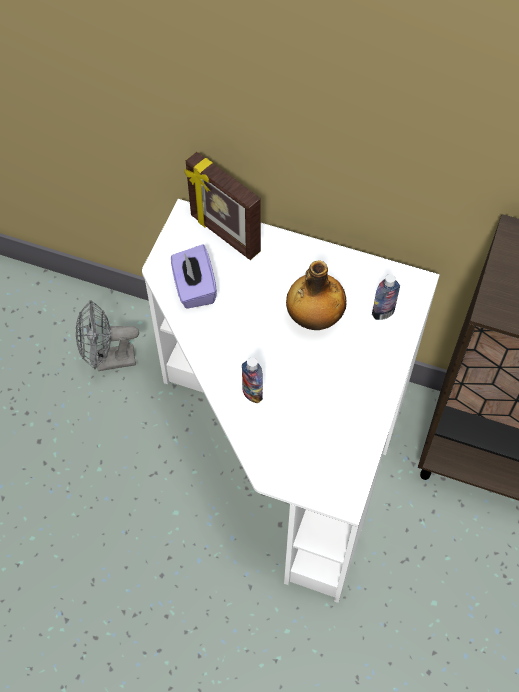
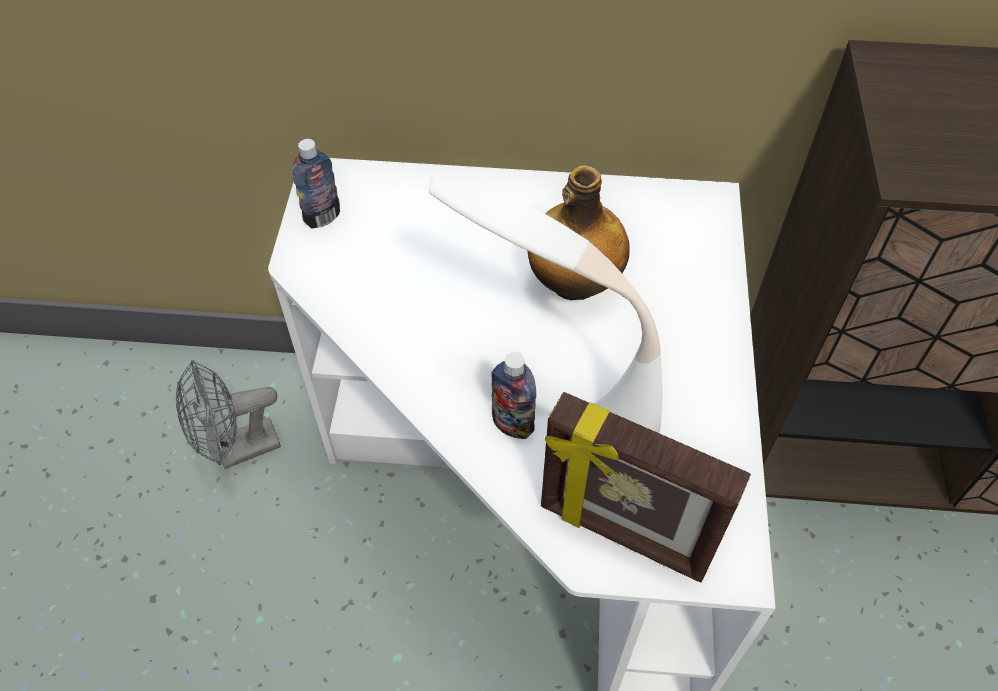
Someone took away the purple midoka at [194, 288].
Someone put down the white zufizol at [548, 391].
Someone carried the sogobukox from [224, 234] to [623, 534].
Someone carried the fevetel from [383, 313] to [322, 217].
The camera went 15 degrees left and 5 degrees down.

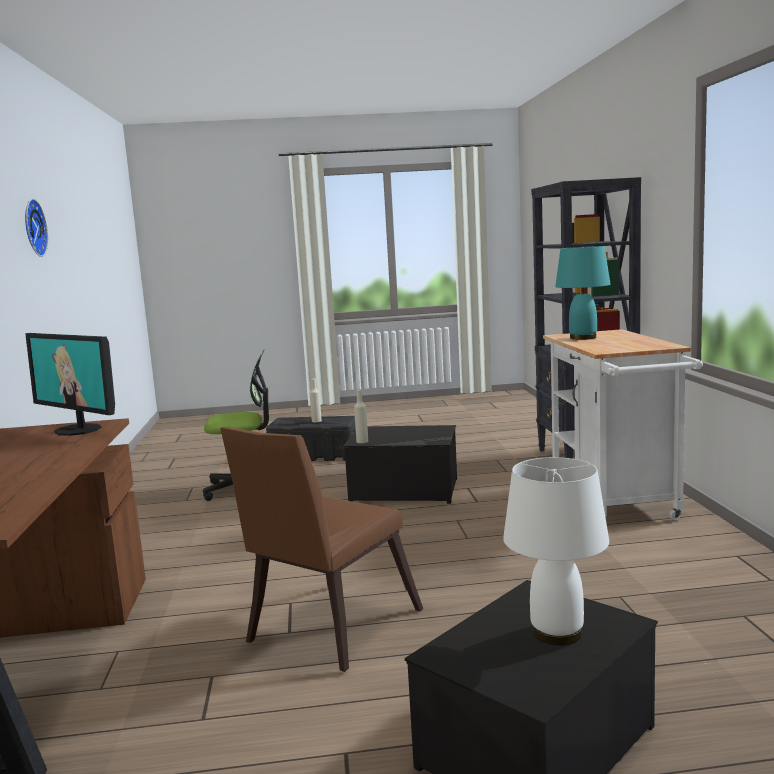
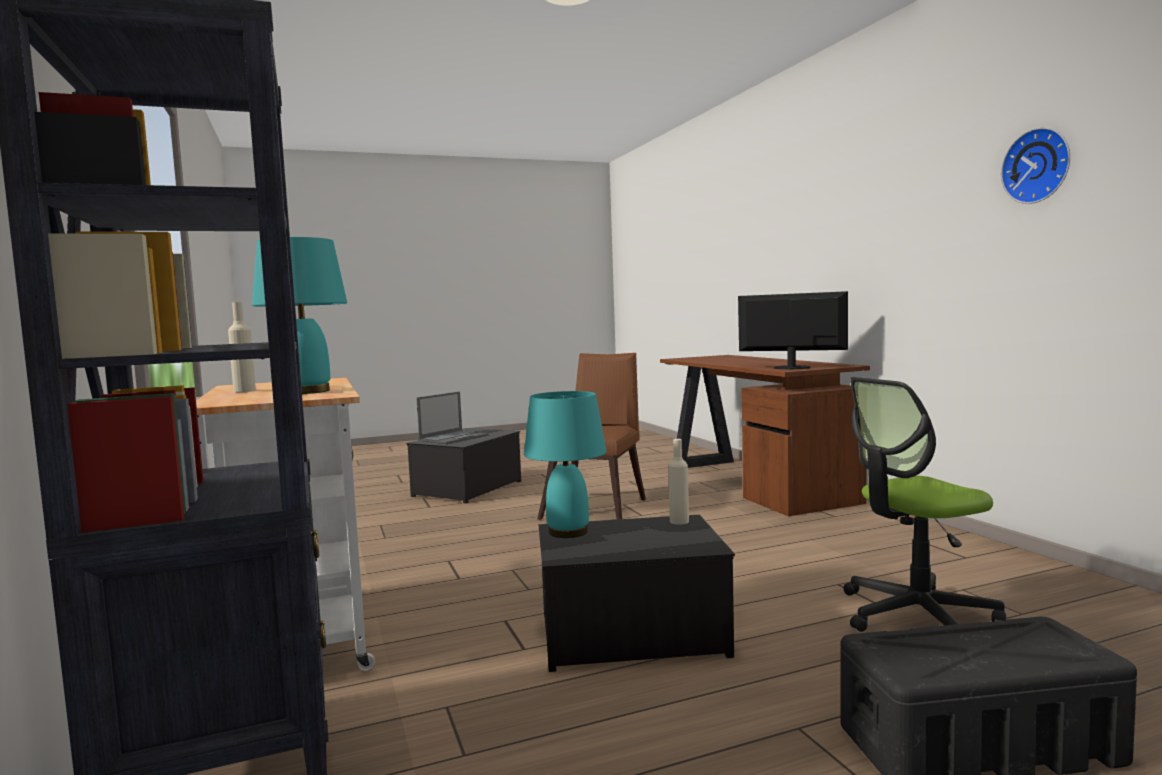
Someone put down the turquoise zufizol at [567, 532].
Someone carried the beige fevetel from [316, 421] to [244, 391].
Someone swapped the white zufizol at [557, 633] for the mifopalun at [454, 437].
The camera went 165 degrees right and 5 degrees down.

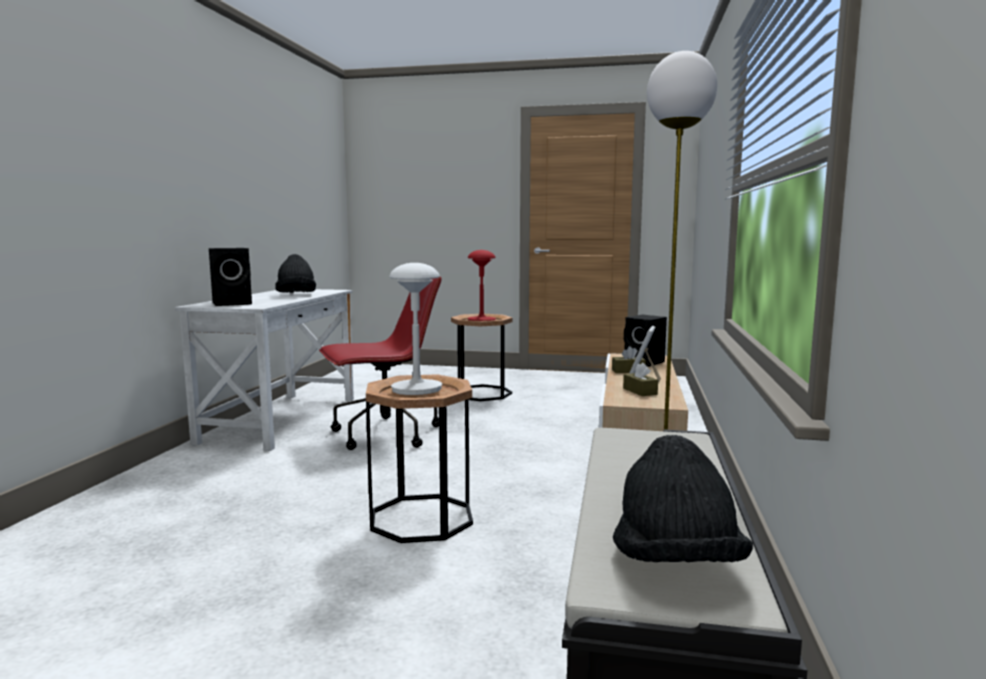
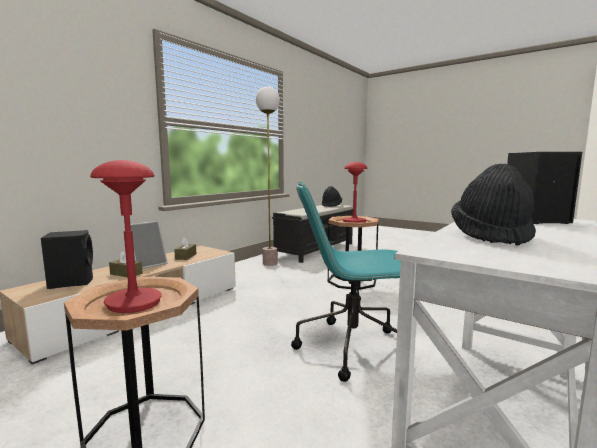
Someone repainted the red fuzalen at [384, 434], which became the turquoise fuzalen at [354, 347].
Someone repainted the white zufizol at [417, 389], which became the red zufizol at [354, 221].
The camera went 155 degrees left and 0 degrees up.

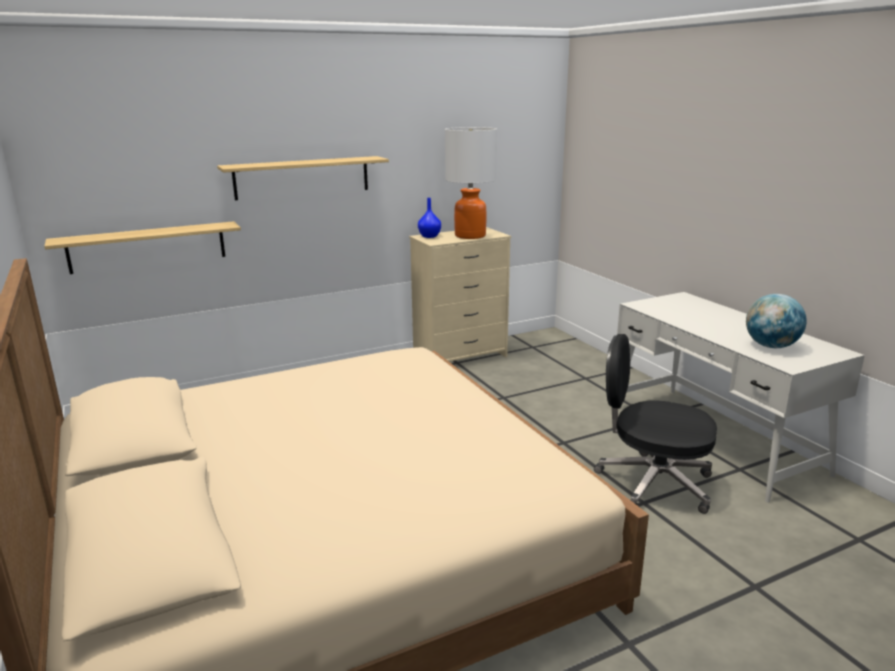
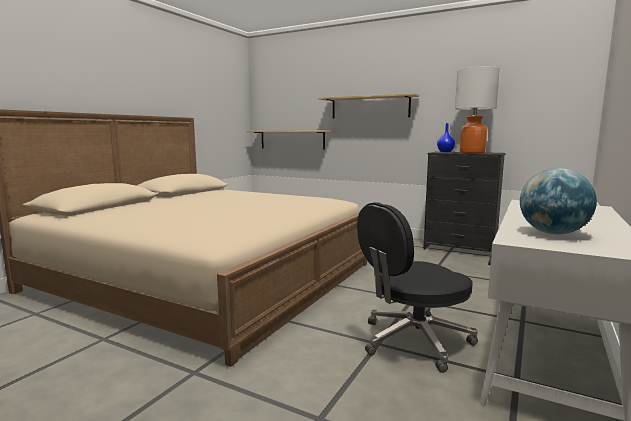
Someone repainted the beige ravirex at [460, 356], which became the black ravirex at [459, 249].
Someone rotated the black fuzalen at [652, 483] by 105 degrees counterclockwise.
The camera went 55 degrees right and 10 degrees down.

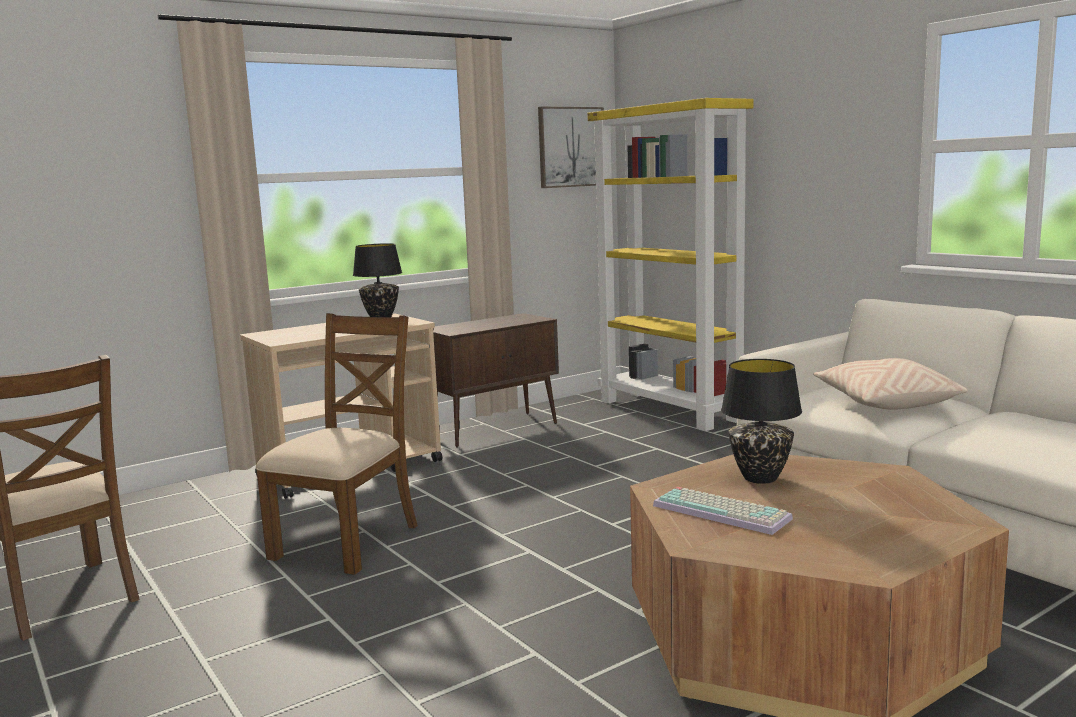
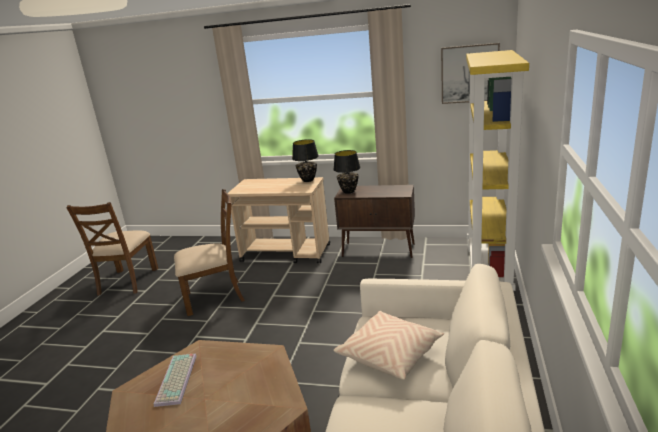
Someone carried the black zufizol from [761, 478] to [349, 191].
The camera went 50 degrees right and 10 degrees up.

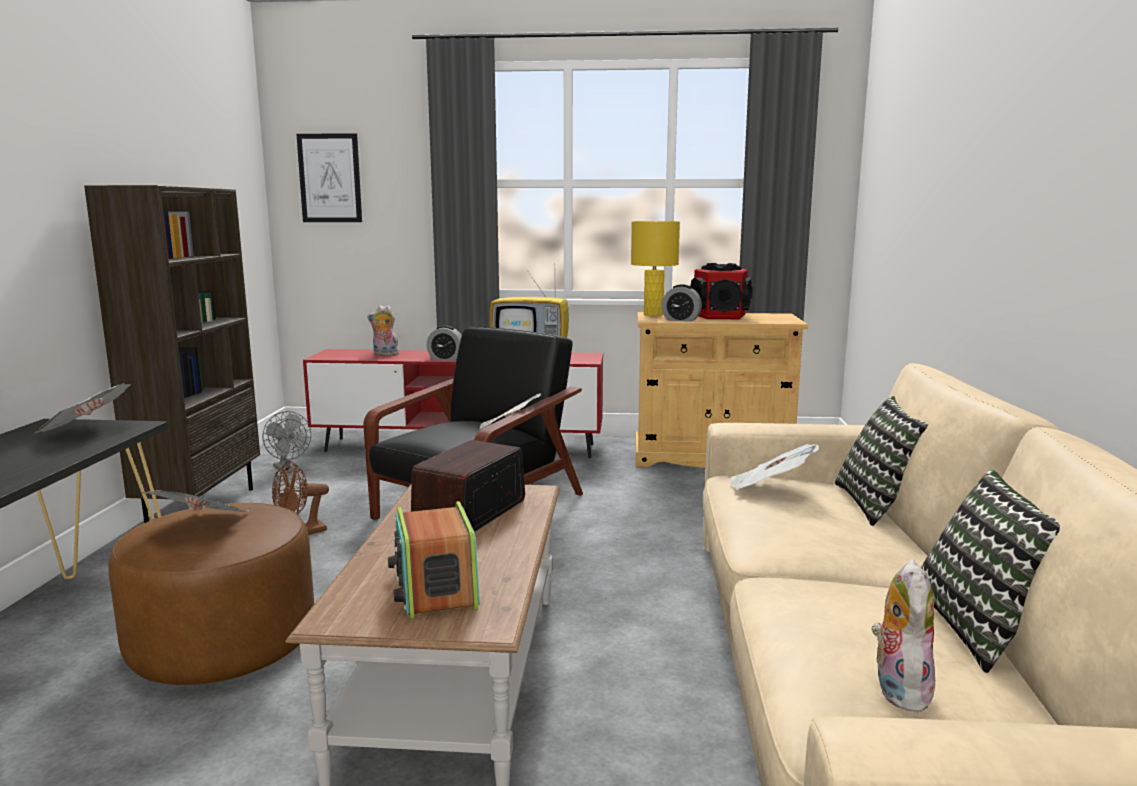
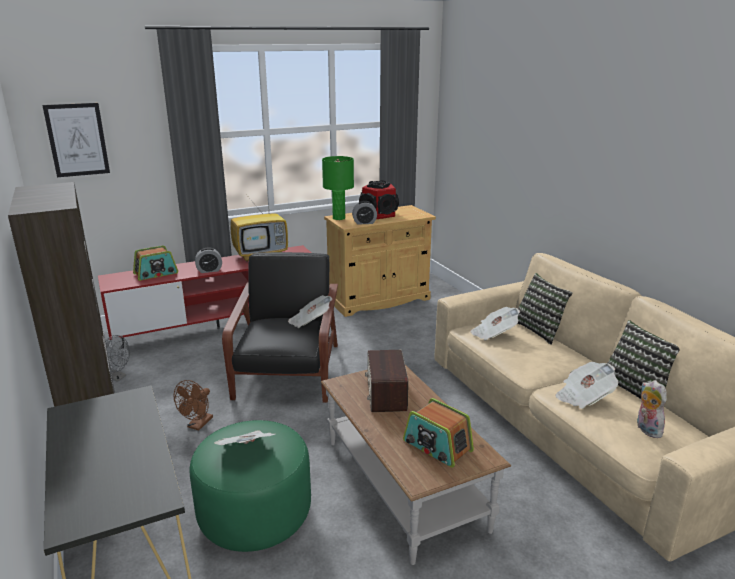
Someone carried the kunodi from [86, 431] to [583, 397].
Someone swapped the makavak at [384, 354] for the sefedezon at [156, 273].
Someone repainted the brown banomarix at [223, 645], which became the green banomarix at [255, 514].
Someone repainted the yellow zufizol at [653, 314], which became the green zufizol at [338, 218].
The camera went 30 degrees left and 10 degrees up.

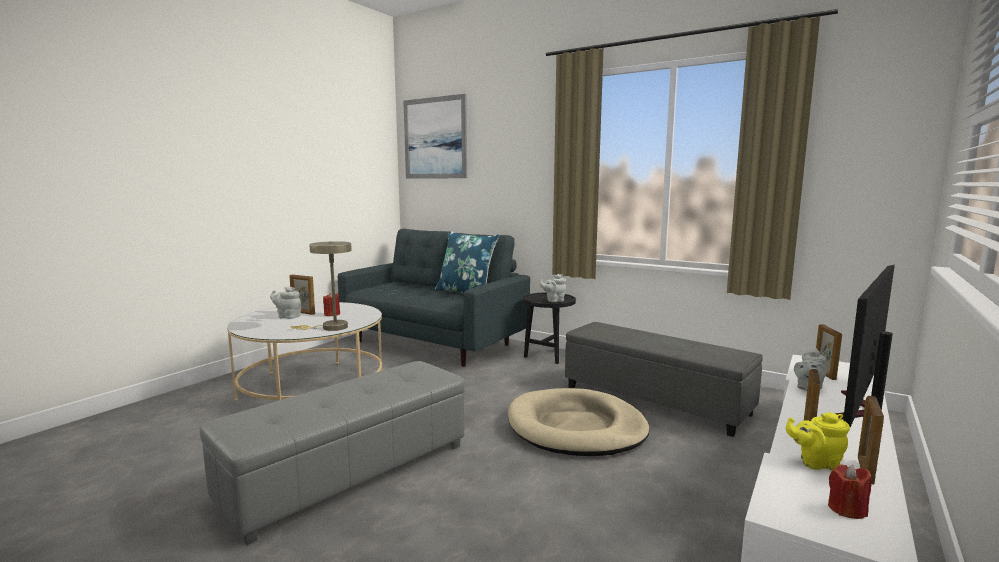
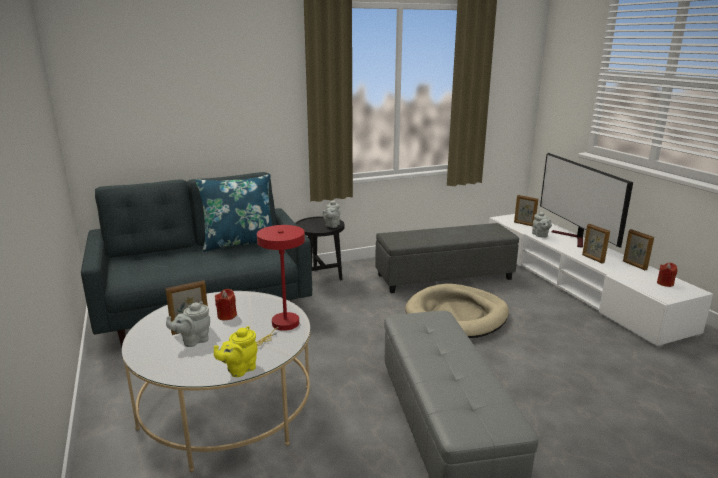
Someone took away the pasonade at [435, 138].
Someone carried the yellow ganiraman from [816, 463] to [239, 370].
Someone repainted the beige zufizol at [330, 327], which became the red zufizol at [282, 326].
The camera went 55 degrees left and 10 degrees up.

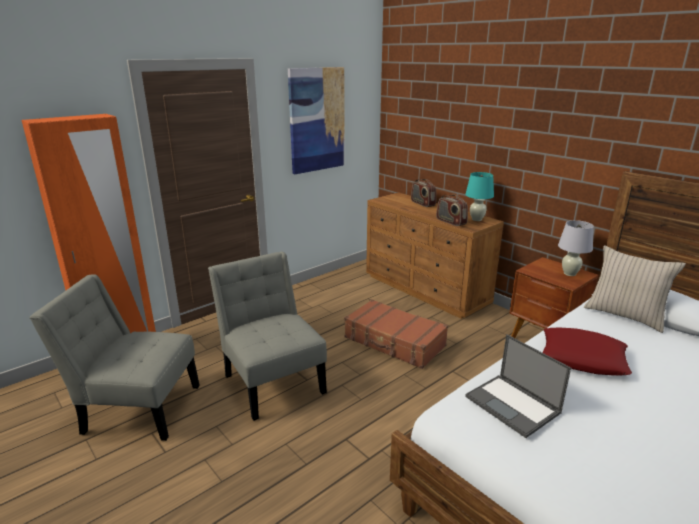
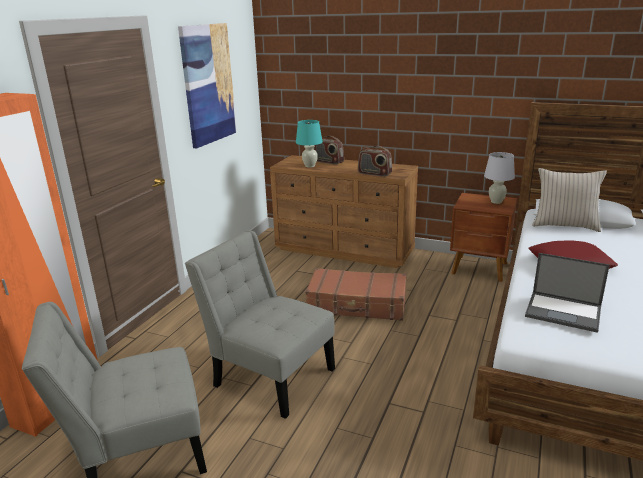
Someone carried the turquoise zufizol from [477, 219] to [310, 166].
The camera went 25 degrees left and 0 degrees up.

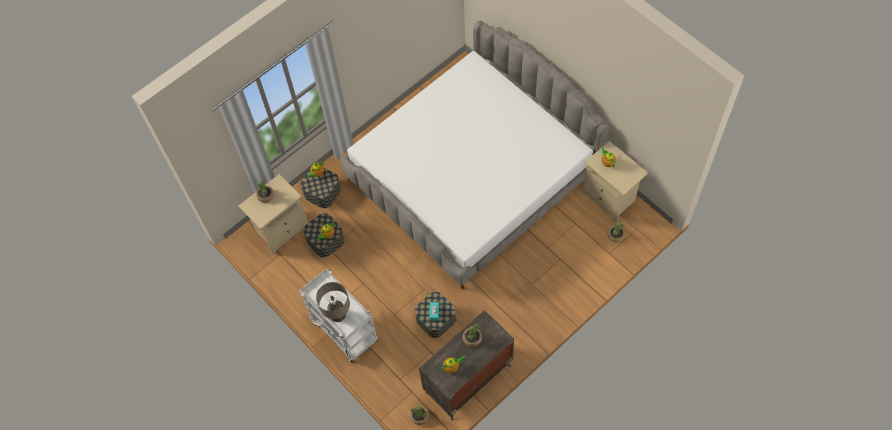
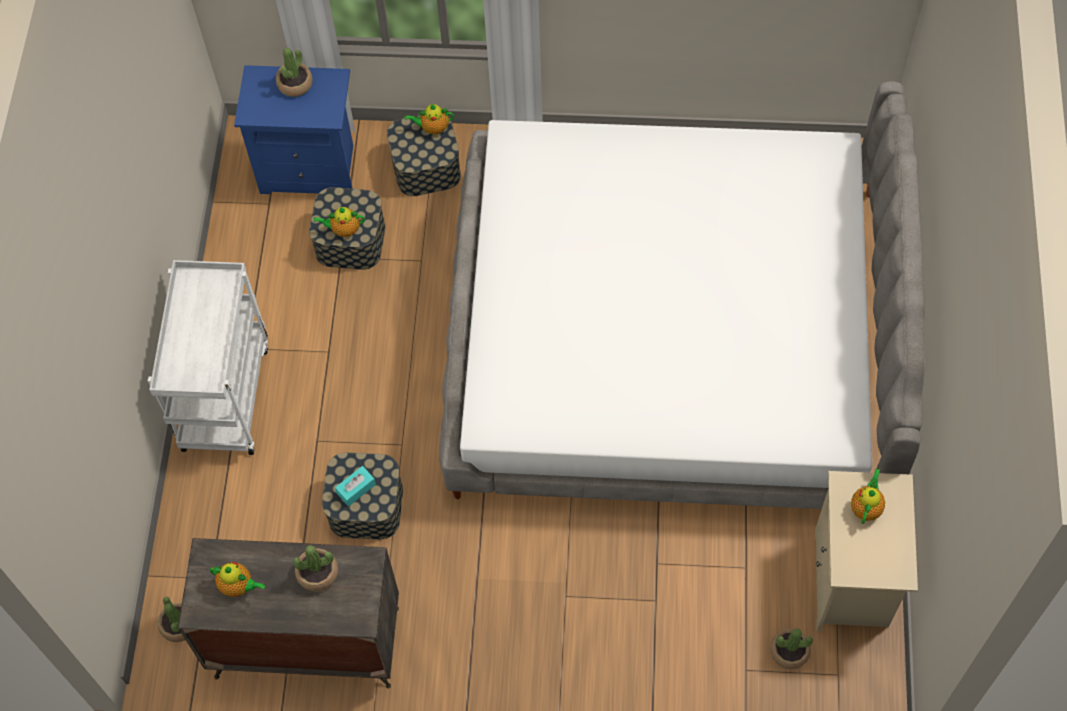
Someone took away the beige zufizol at [337, 314].
Someone repainted the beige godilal at [281, 229], which became the blue godilal at [311, 169].
The camera went 45 degrees right and 0 degrees up.

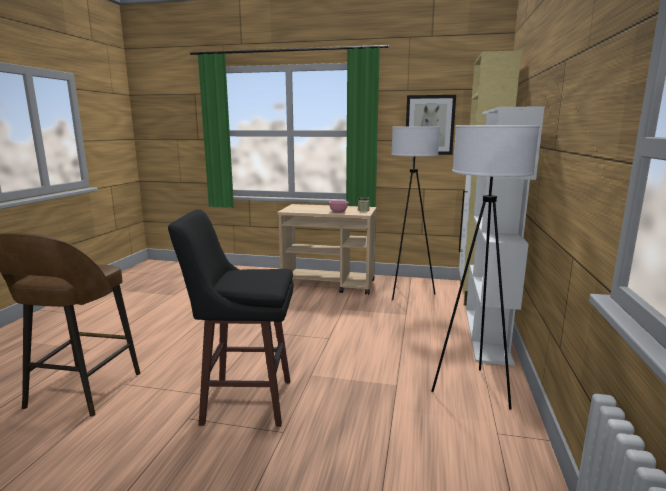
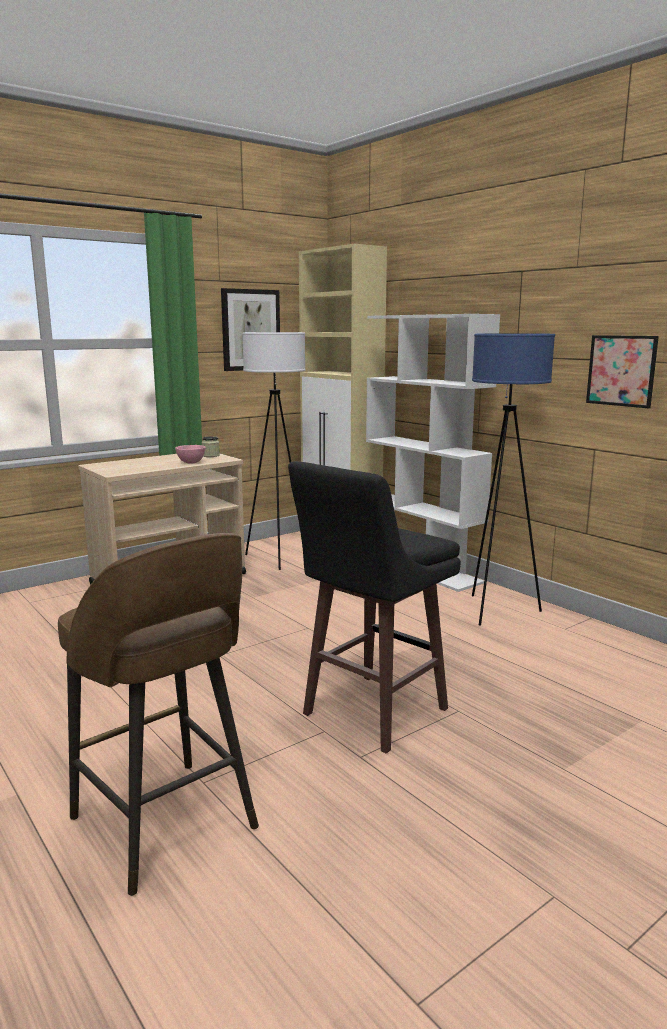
Someone put up the pasonade at [621, 370].
Someone repainted the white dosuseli at [472, 389], which became the blue dosuseli at [496, 610].
The camera went 50 degrees left and 0 degrees up.

